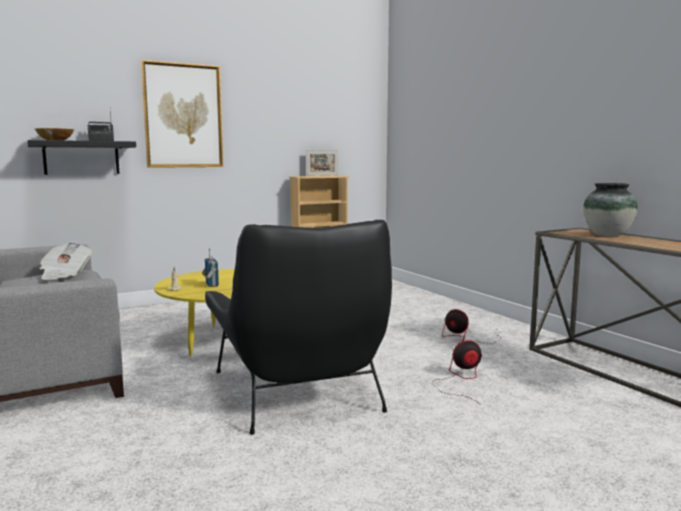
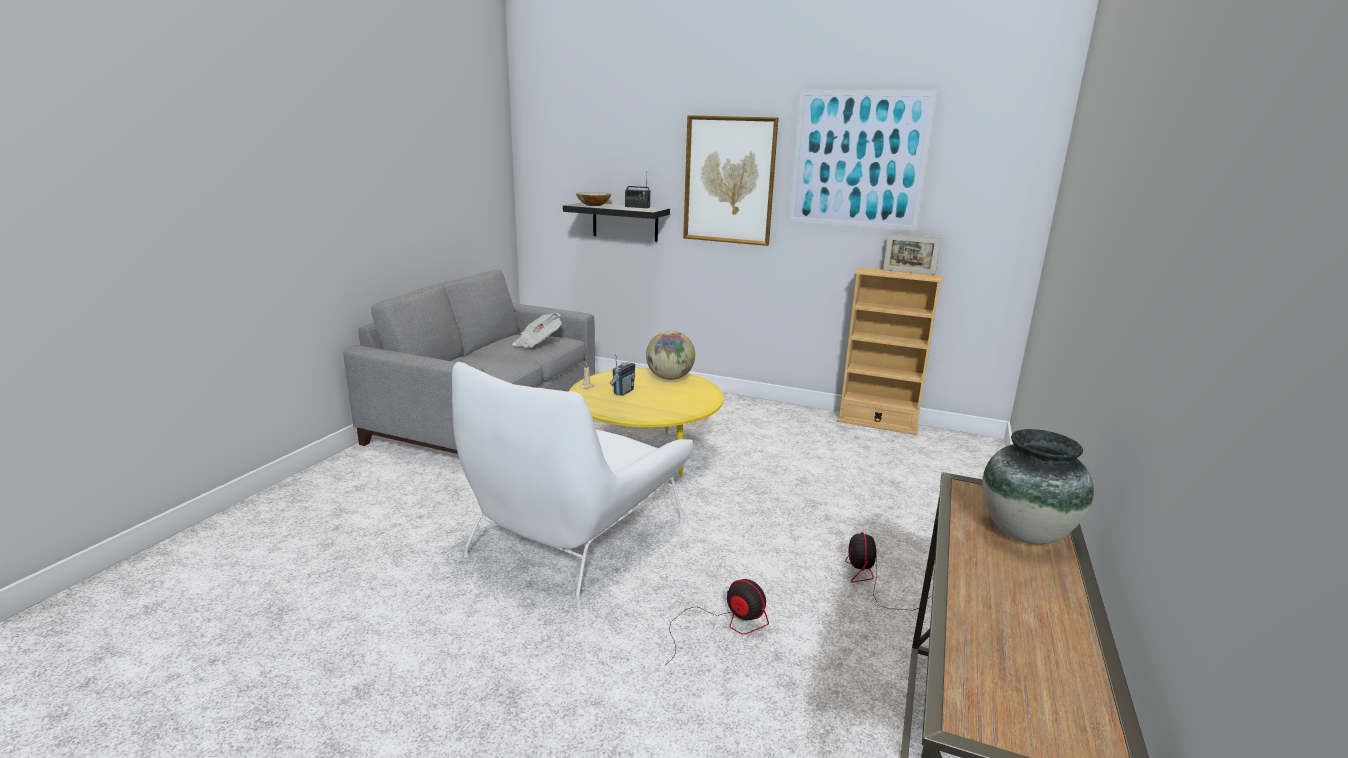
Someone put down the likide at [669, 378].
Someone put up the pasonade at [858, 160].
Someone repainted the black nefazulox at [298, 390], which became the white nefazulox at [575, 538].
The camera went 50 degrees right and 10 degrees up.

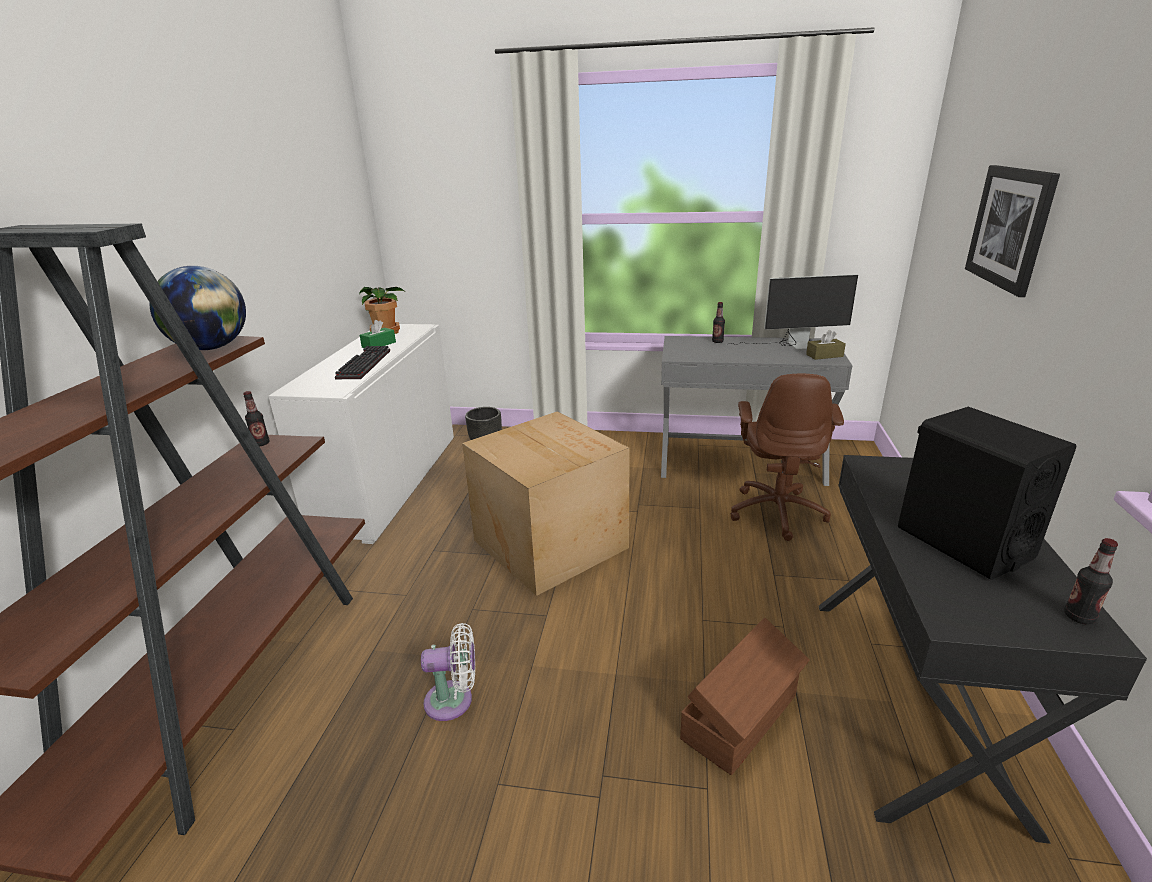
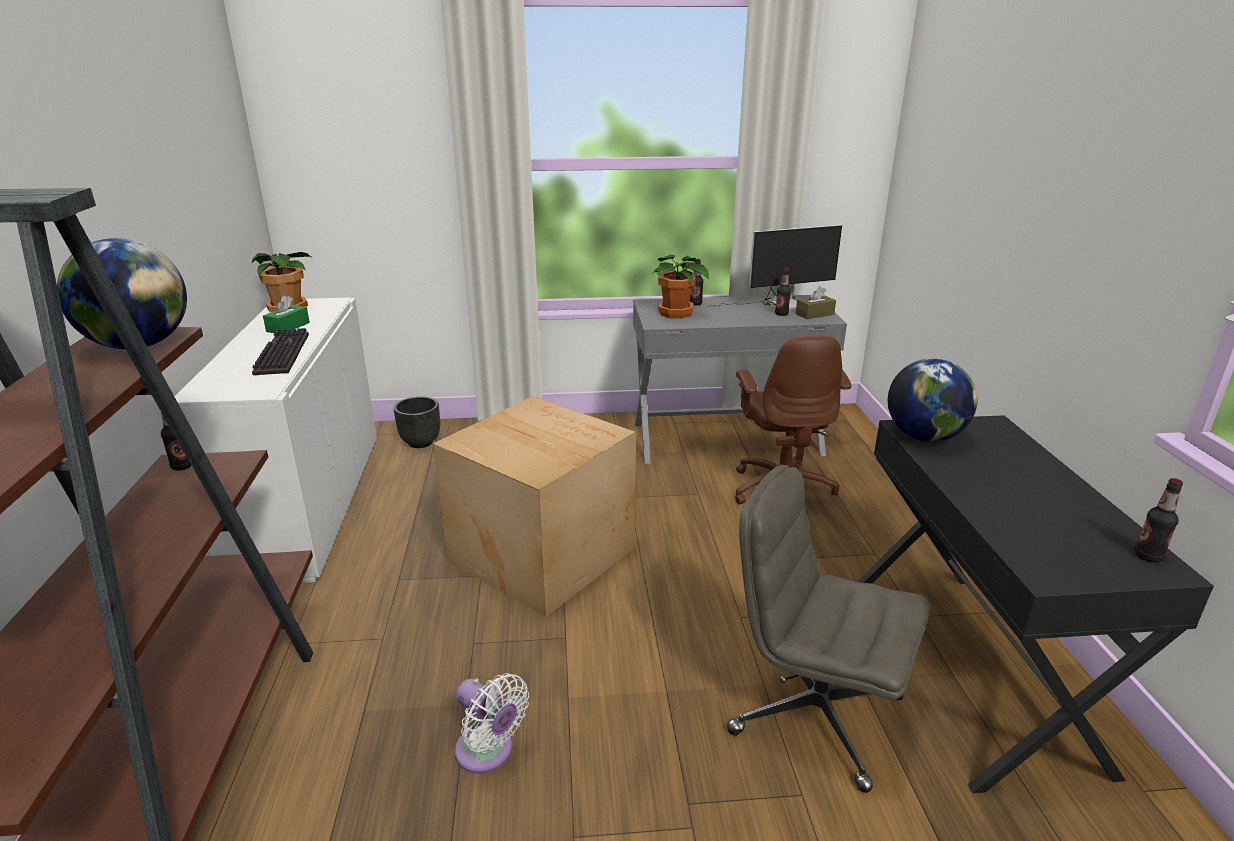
Someone took away the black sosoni at [963, 542].
Someone took away the pasonade at [1010, 227].
Someone put down the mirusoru at [676, 313].
Someone put down the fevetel at [781, 314].
Someone put down the likide at [924, 437].
Someone swapped the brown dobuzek at [742, 717] for the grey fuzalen at [814, 714].
Someone rotated the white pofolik at [454, 700] by 60 degrees clockwise.
The camera went 15 degrees left and 0 degrees up.

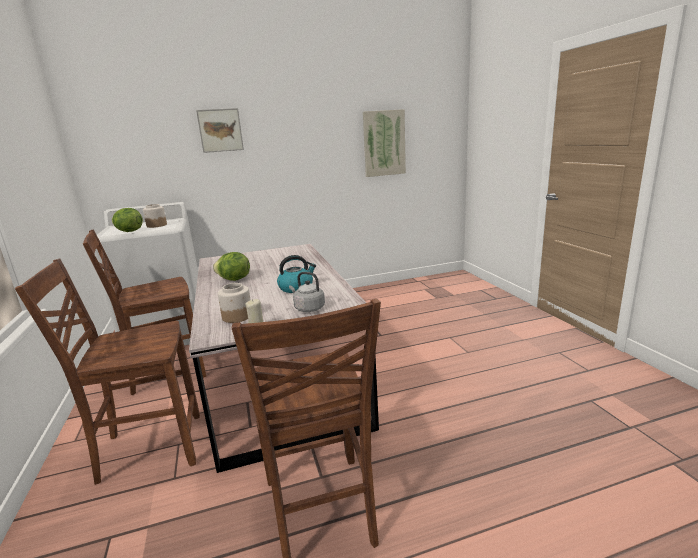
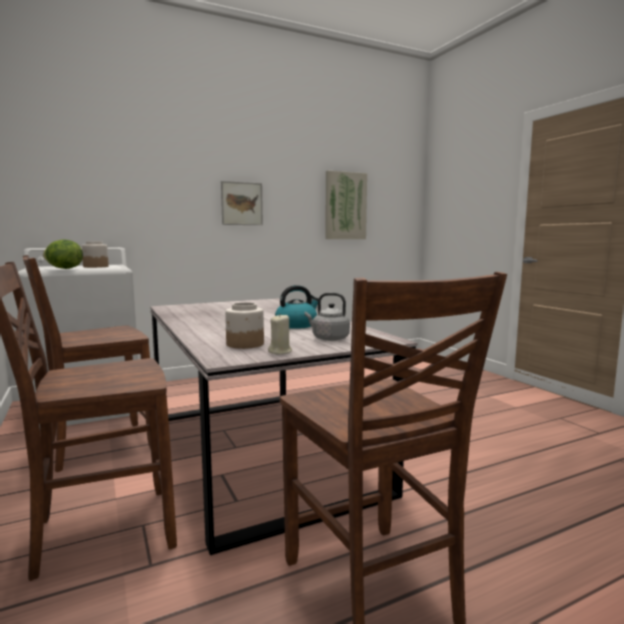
Someone took away the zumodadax at [234, 280].
Someone carried the pasonade from [220, 130] to [242, 203].
The camera went 10 degrees left and 10 degrees down.

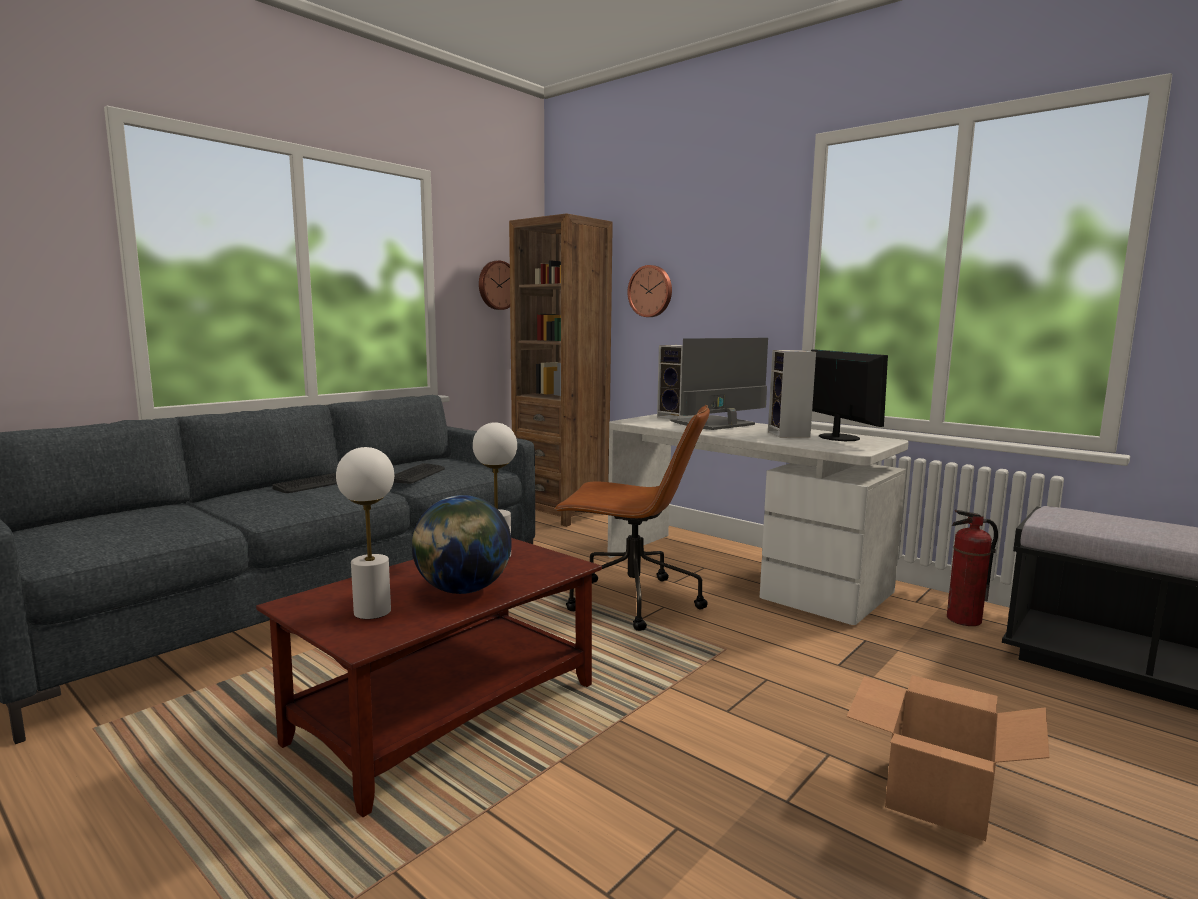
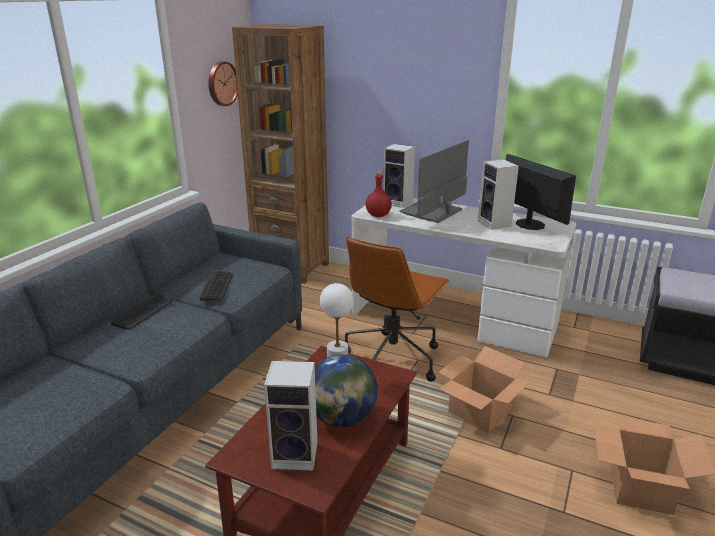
Someone took away the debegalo at [651, 291].
Someone took away the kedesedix at [964, 620].
Someone put down the red fevetel at [378, 215].
Someone put down the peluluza at [480, 412].
Someone swapped the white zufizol at [373, 611] for the sosoni at [297, 455].
Someone rotated the brown fuzalen at [631, 601] by 120 degrees clockwise.
The camera went 15 degrees left and 15 degrees up.

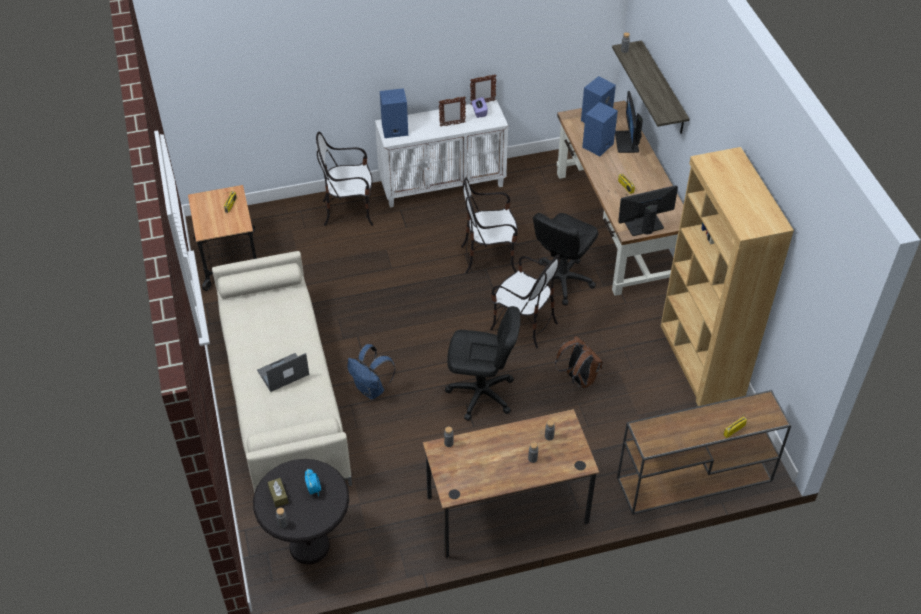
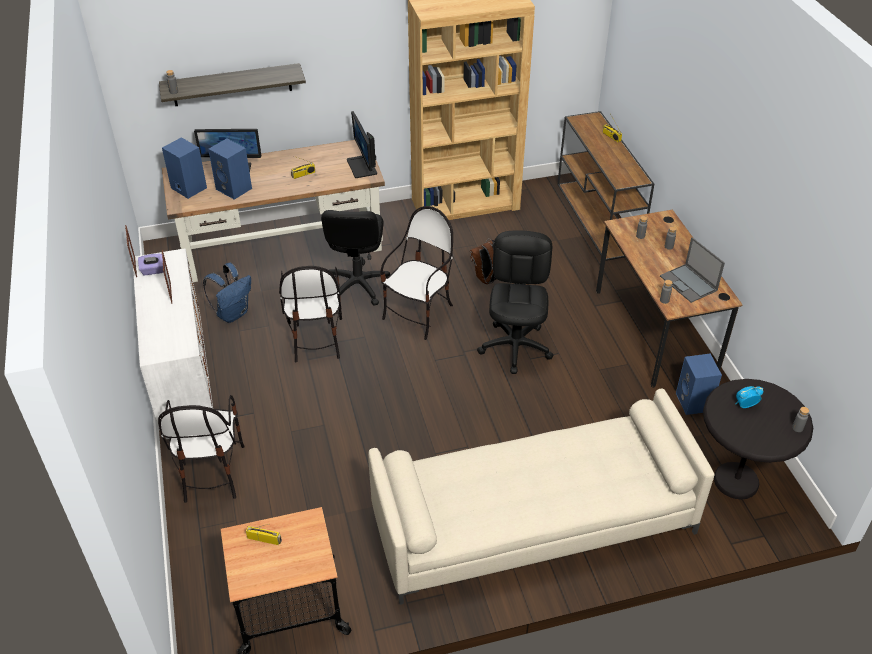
Someone took away the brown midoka at [278, 495].
Someone carried the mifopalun from [282, 373] to [689, 283].
Someone carried the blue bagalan from [371, 389] to [233, 313].
Someone carried the blue sosoni from [394, 130] to [694, 402].
Someone rotated the black fuzalen at [561, 281] by 60 degrees clockwise.
The camera went 90 degrees left and 5 degrees down.

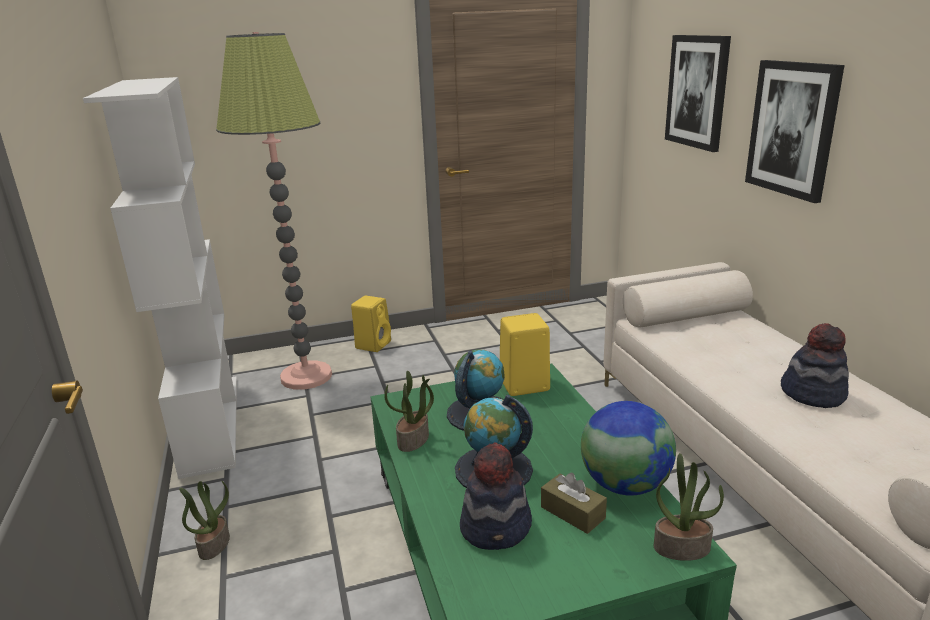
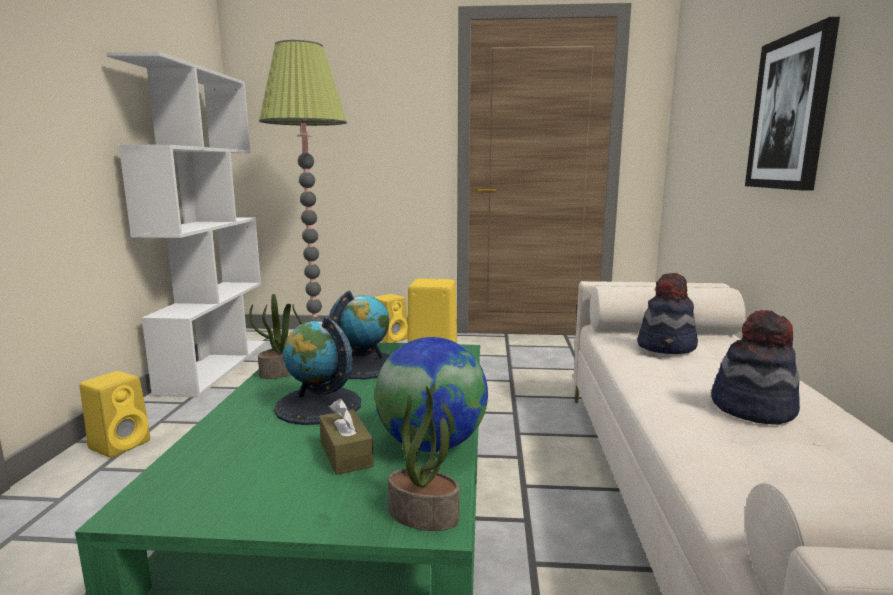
Someone took away the pasonade at [697, 91].
Someone carried the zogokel from [497, 527] to [667, 347].
Someone swapped the mirusoru at [214, 544] for the yellow sosoni at [121, 444].
The camera went 20 degrees right and 10 degrees down.

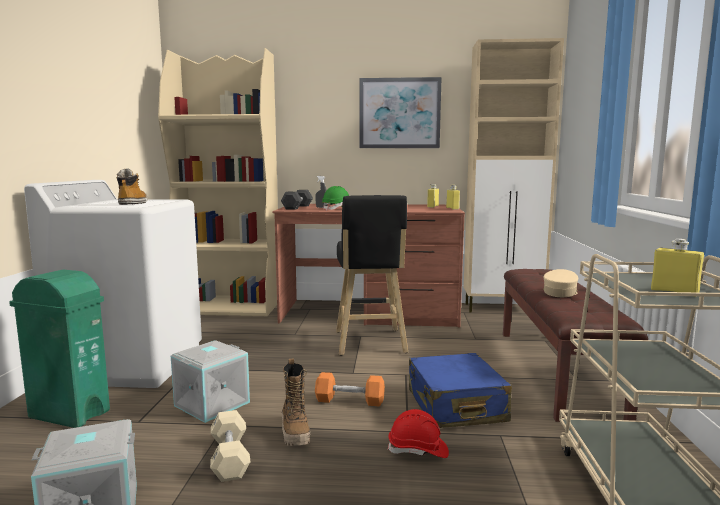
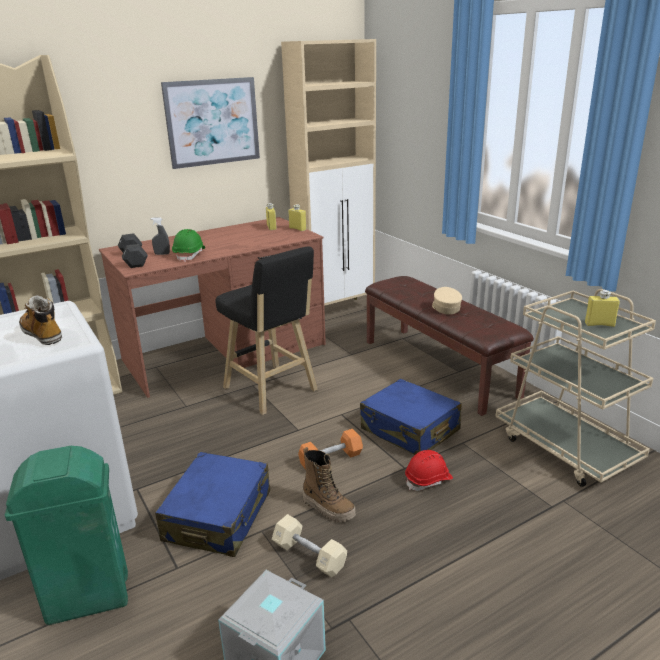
Someone swapped the grey dobuzek at [211, 403] for the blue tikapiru at [218, 516].
The camera went 35 degrees left and 15 degrees up.

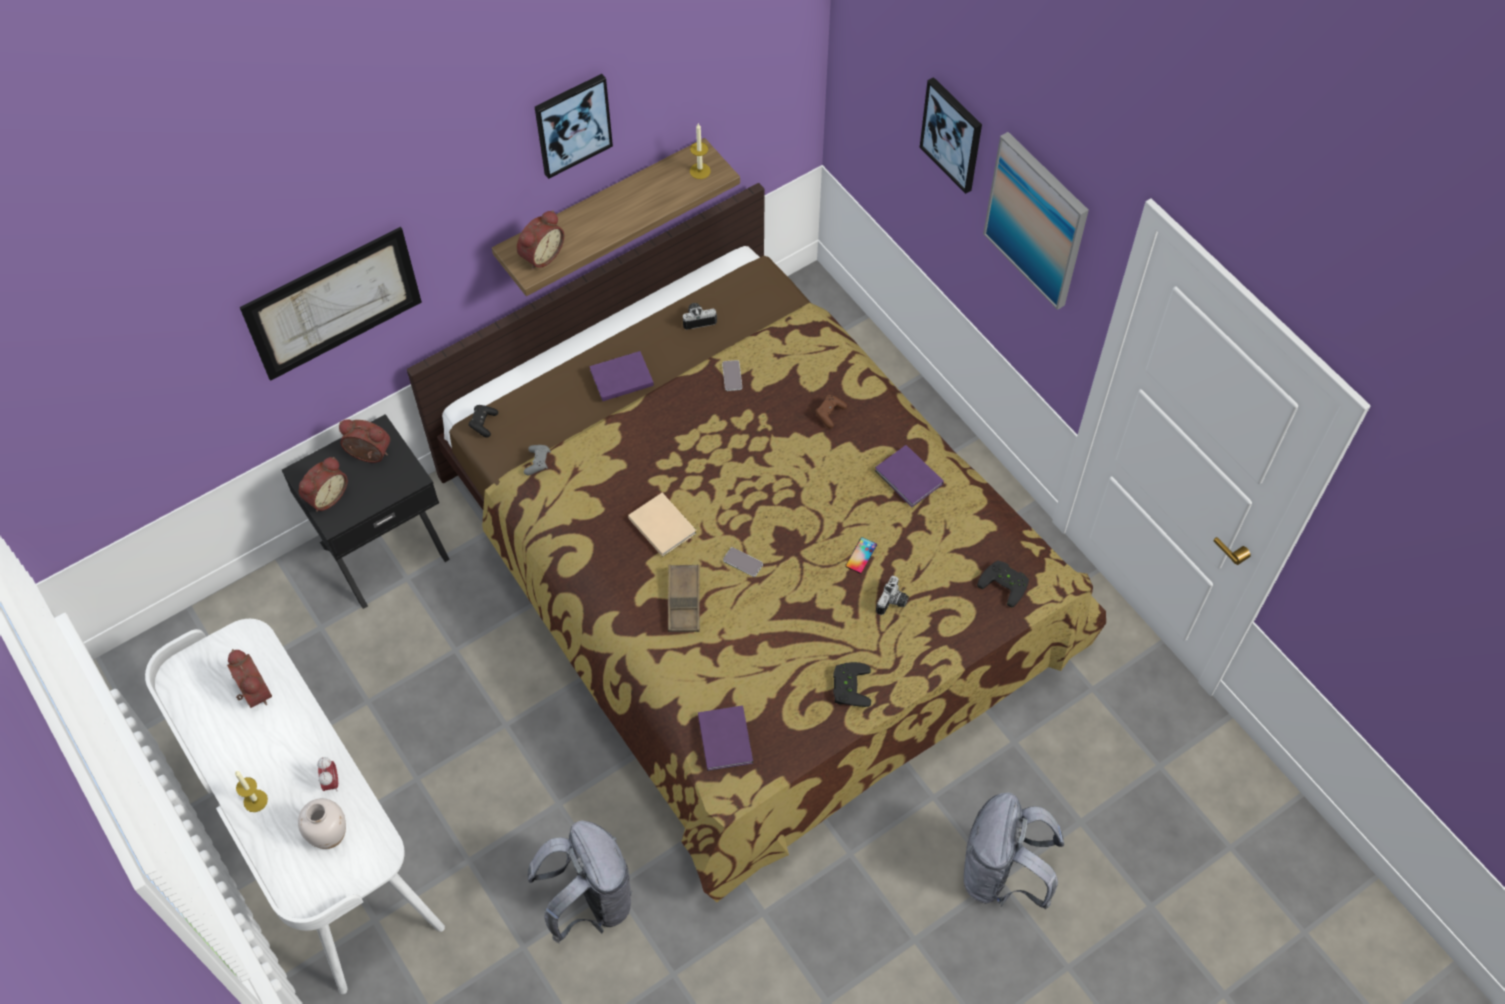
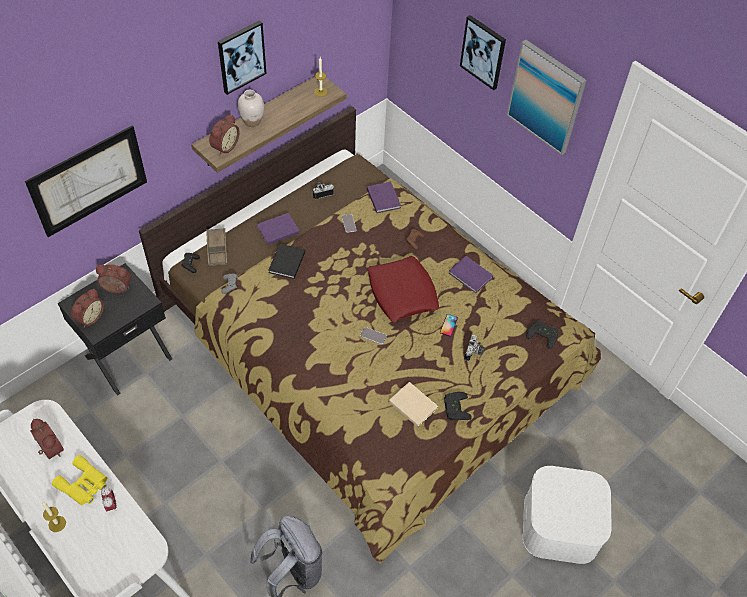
Someone put down the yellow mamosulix at [83, 484].
Someone put down the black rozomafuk at [286, 263].
Someone put down the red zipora at [402, 292].
Someone carried the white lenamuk from [329, 835] to [252, 121].
Someone carried the beige rozomafuk from [662, 524] to [412, 404].
Someone carried the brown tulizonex from [684, 601] to [217, 249].
Someone carried the purple rozomafuk from [726, 737] to [383, 197].
Someone swapped the grey bagalan at [1002, 874] for the white dobuzek at [560, 525].
The camera went 10 degrees left and 5 degrees down.

